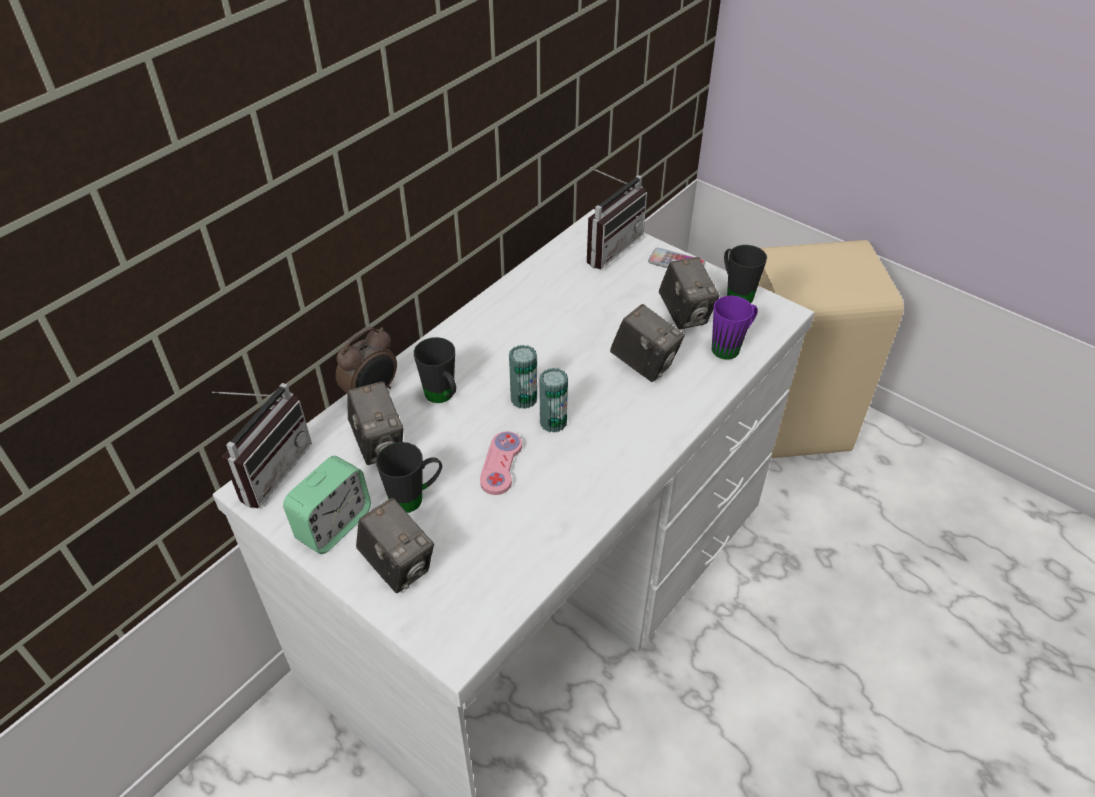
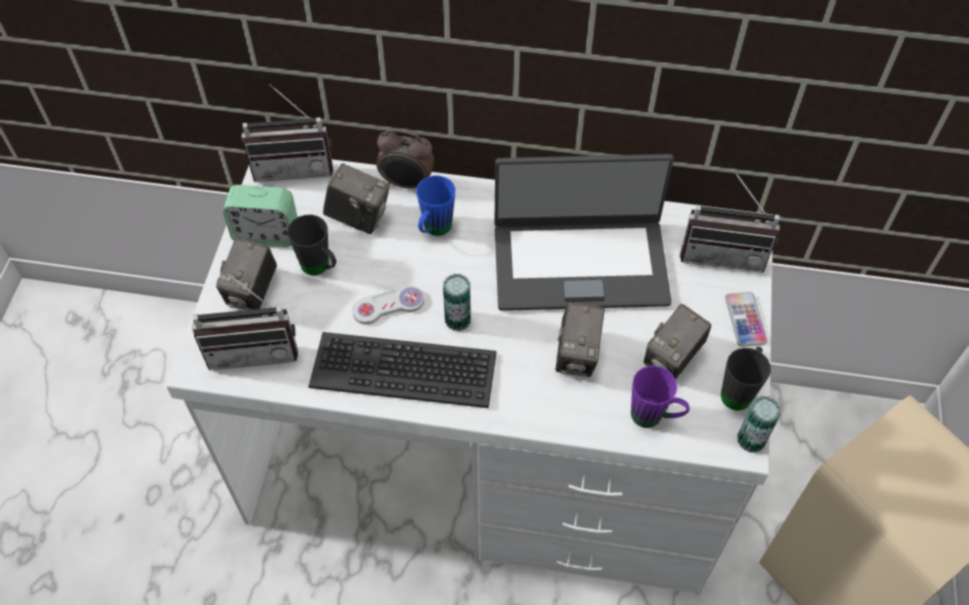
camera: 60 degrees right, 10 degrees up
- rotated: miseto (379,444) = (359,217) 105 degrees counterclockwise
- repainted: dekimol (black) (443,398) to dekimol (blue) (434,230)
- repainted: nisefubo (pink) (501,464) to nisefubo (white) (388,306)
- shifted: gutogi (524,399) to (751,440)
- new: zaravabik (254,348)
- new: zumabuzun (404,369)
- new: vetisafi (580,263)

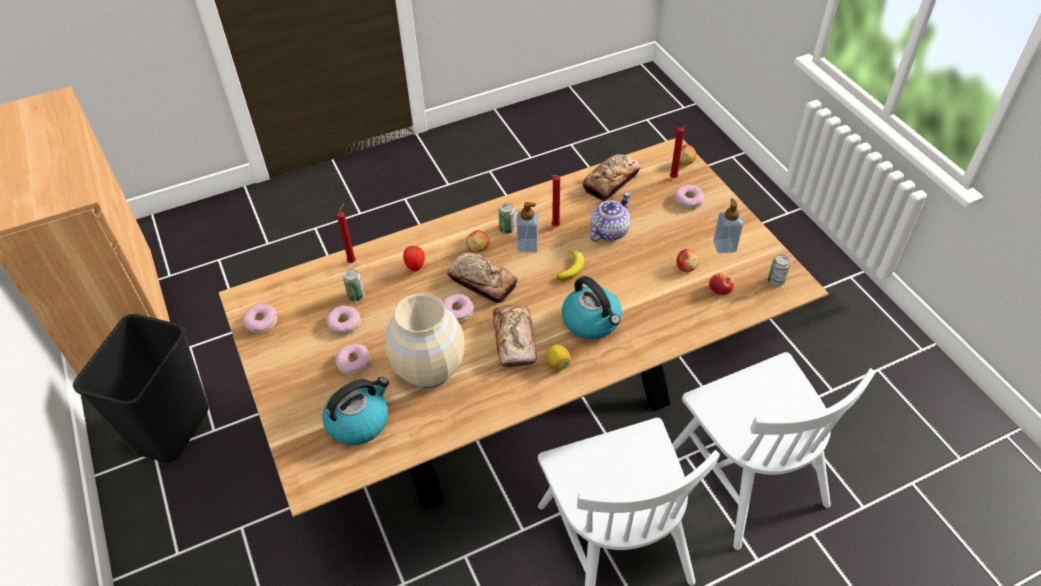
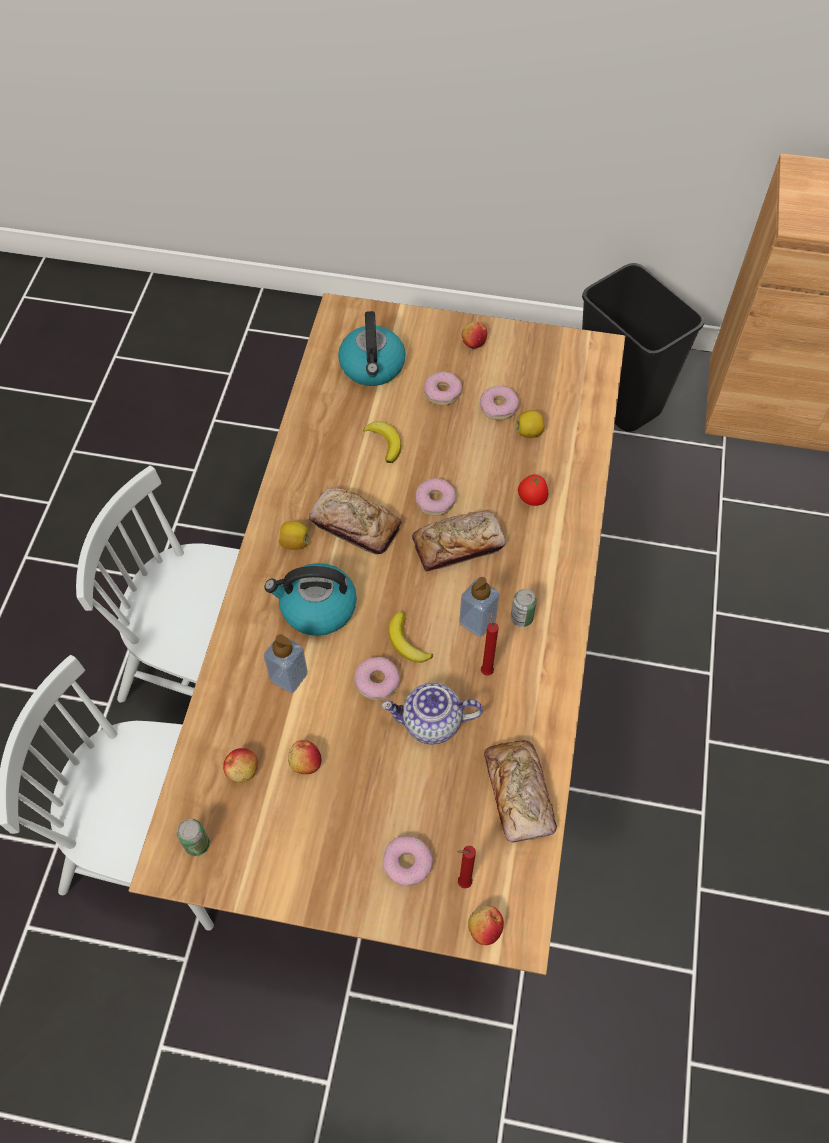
camera: 125 degrees right, 10 degrees up
- shifted: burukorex (262,322) to (377,682)
- gone: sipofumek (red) (353,261)
- swapped: gutogi (356,296) to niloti (529,432)
- swapped: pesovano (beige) (429,368) to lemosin (385,442)
- shifted: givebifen (478,248) to (473,342)
- rotated: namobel (609,231) = (431,723) 105 degrees clockwise
- shifted: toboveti (724,246) to (289,676)

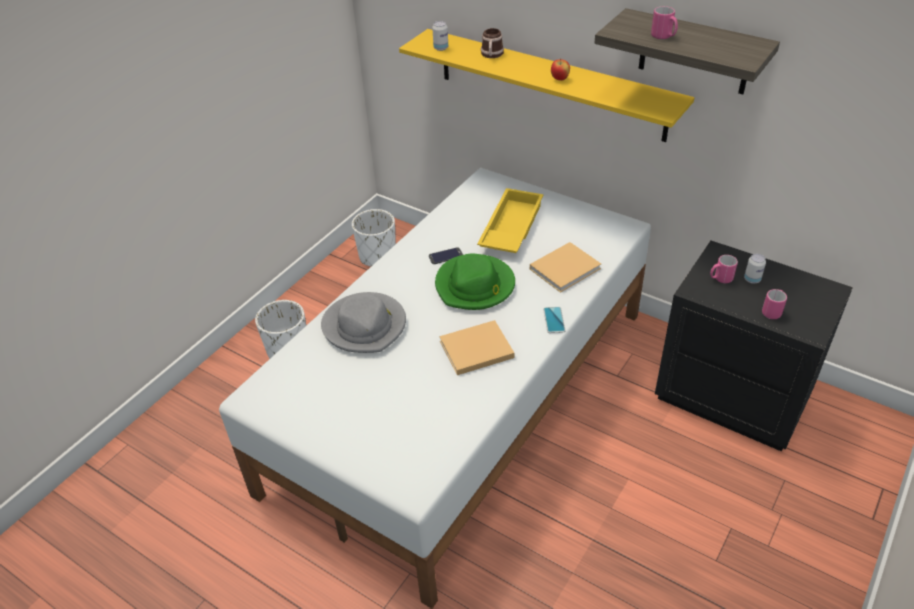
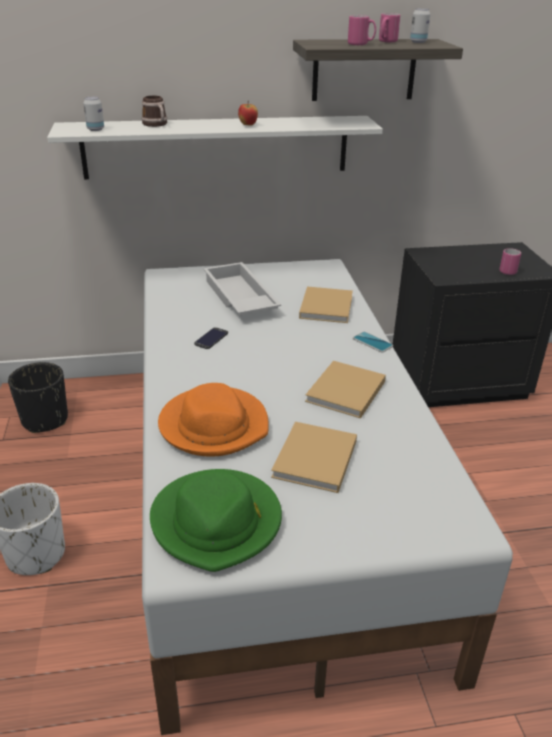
camera: 45 degrees left, 10 degrees down
- repainted: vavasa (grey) (365,326) to vavasa (orange) (214,425)
- repainted: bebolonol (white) (377,256) to bebolonol (black) (45,420)
- repainted: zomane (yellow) (549,84) to zomane (white) (216,147)
- shifted: vavasa (green) (475,286) to (217,522)
- repainted: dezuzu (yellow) (510,228) to dezuzu (white) (238,298)
- shifted: dekimol (pink) (720,279) to (386,42)
- shifted: gutogi (752,279) to (418,42)
- new: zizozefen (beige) (314,461)

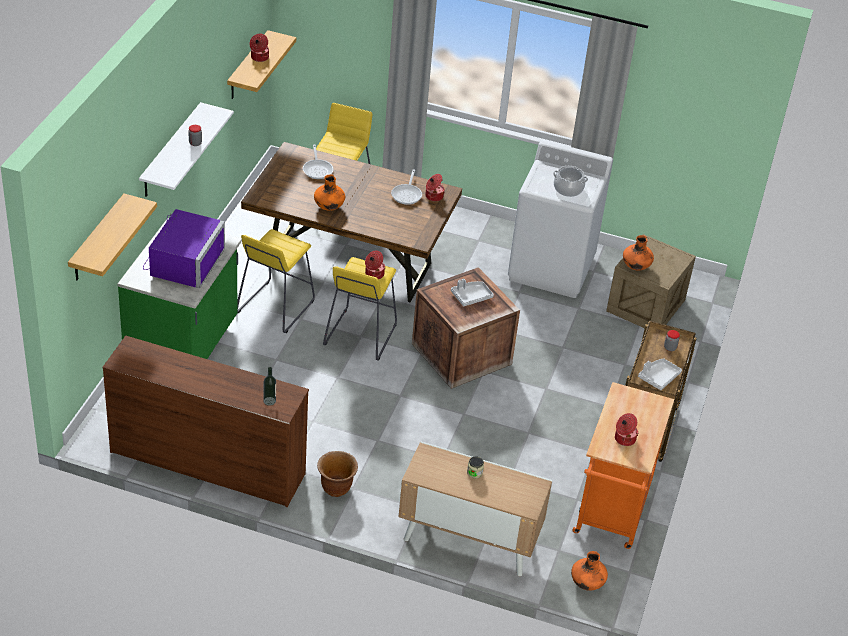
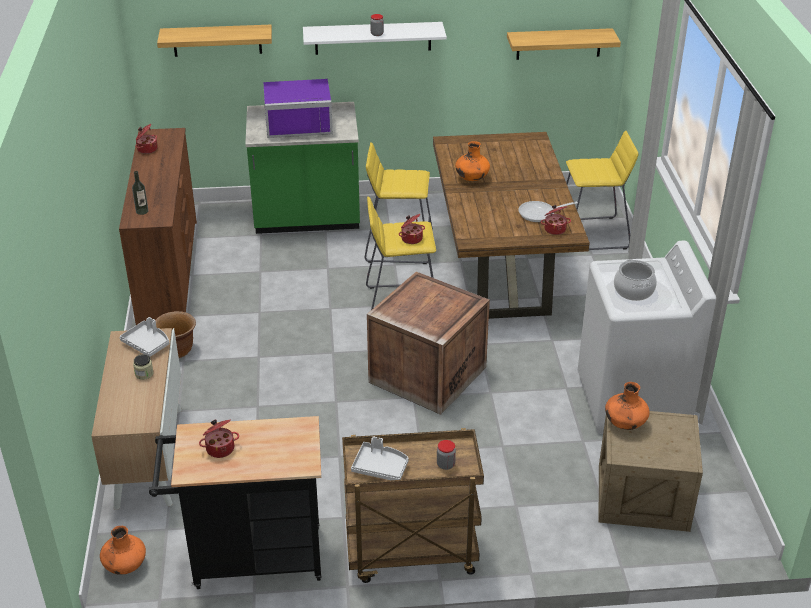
camera: 70 degrees right, 5 degrees down
- shifted: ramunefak (259,57) to (147,149)
- gone: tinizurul (318,169)
- shifted: dezuzu (grey) (471,296) to (147,344)
- repainted: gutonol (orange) (611,513) to gutonol (black) (249,559)

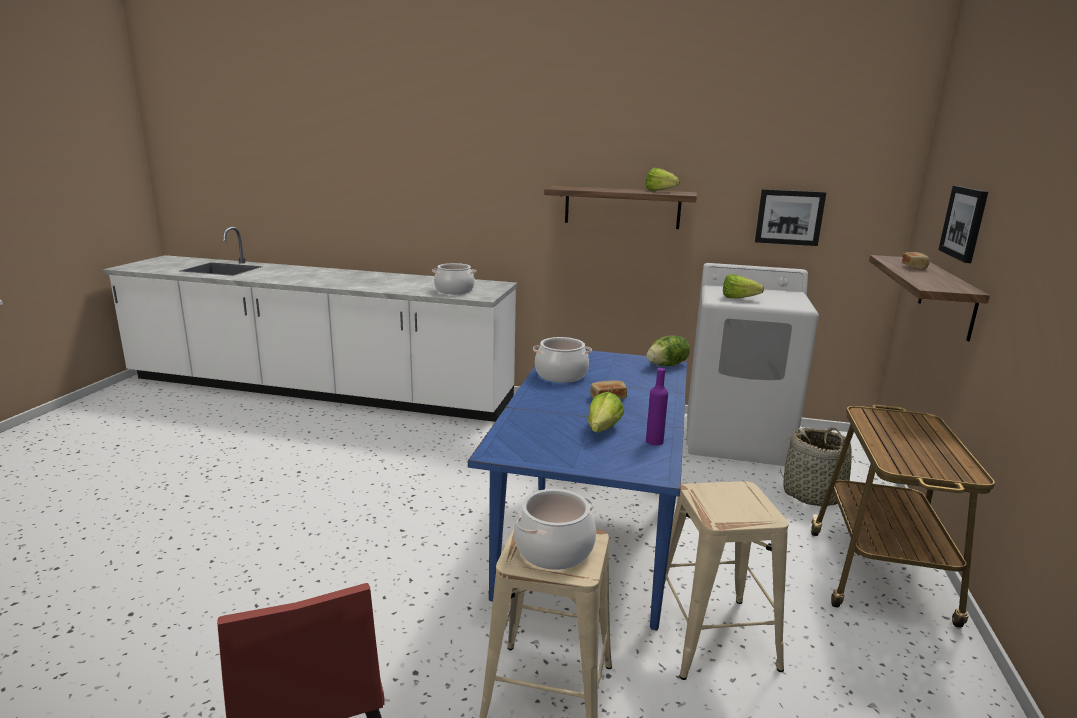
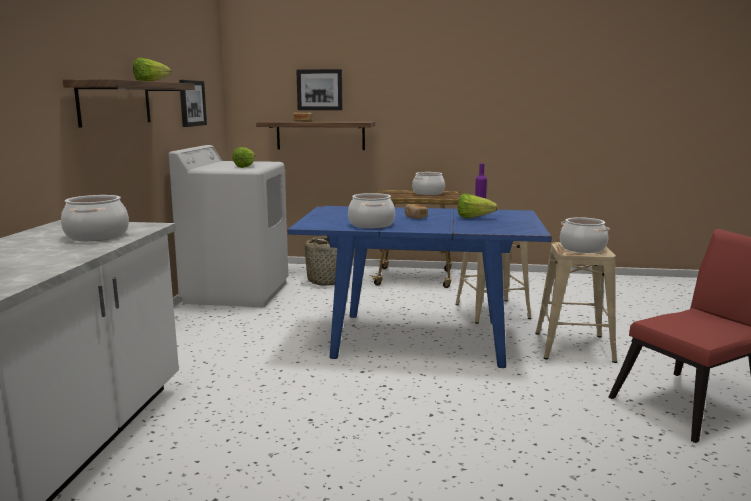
camera: 95 degrees left, 5 degrees down
- gone: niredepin (667,365)
- new: ramunefak (428,193)

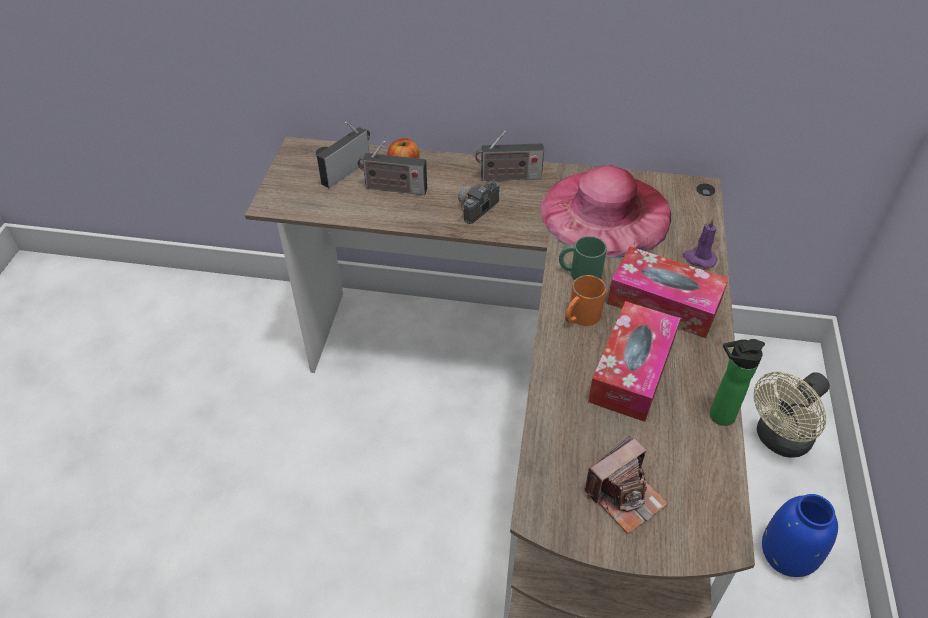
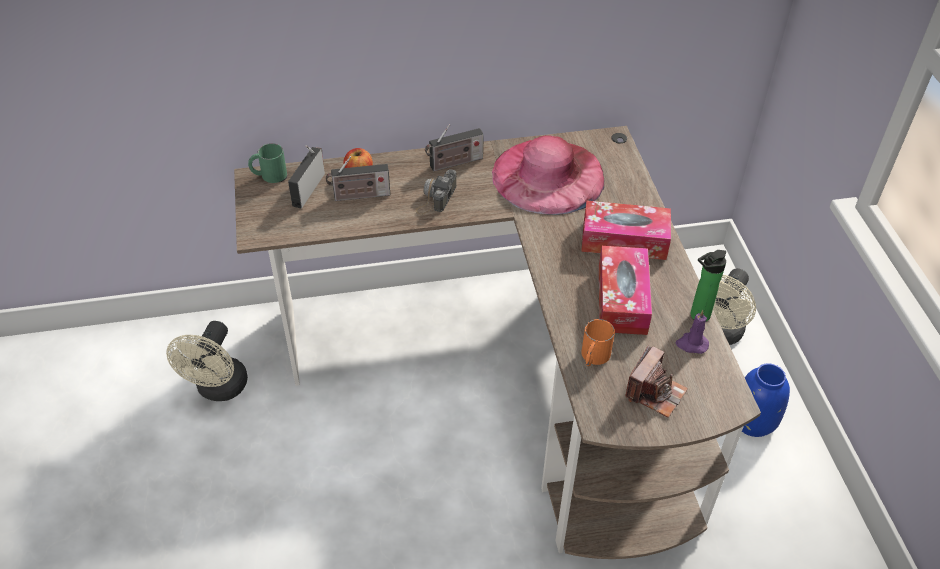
camera: 20 degrees left, 0 degrees up
- shifted: dekimol (green) (579,273) to (268,175)
- shifted: dekimol (orange) (580,317) to (593,357)
- shifted: sipofumek (purple) (699,259) to (691,344)
- new: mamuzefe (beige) (219,389)

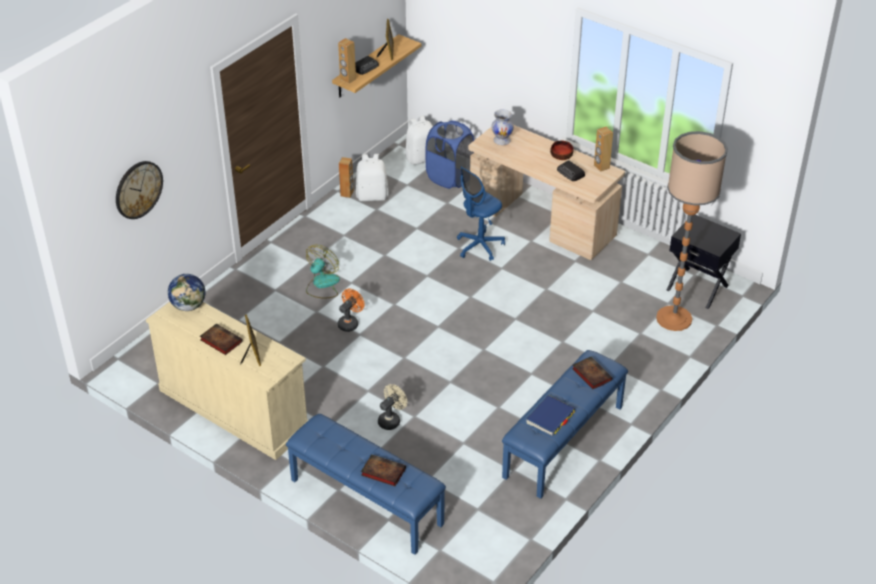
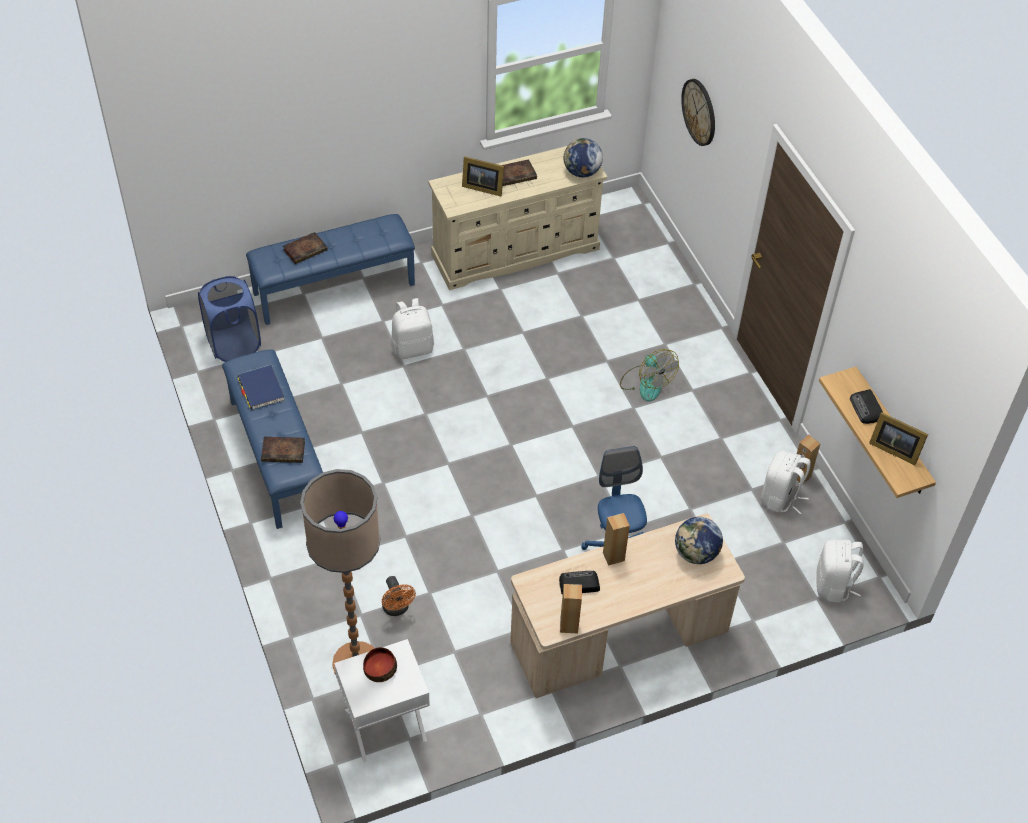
camera: 120 degrees right, 10 degrees up
- shifted: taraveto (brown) (348,79) to (613,556)
- shifted: mamuzefe (orange) (350,323) to (397,609)
- swapped: mamuzefe (beige) (391,420) to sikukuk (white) (412,348)
- shifted: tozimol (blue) (450,177) to (234,344)
- swapped: pesovano (white) (502,140) to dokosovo (696,553)
- shifted: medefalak (561,155) to (380,668)
- repainted: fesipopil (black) (698,287) to fesipopil (white) (385,726)

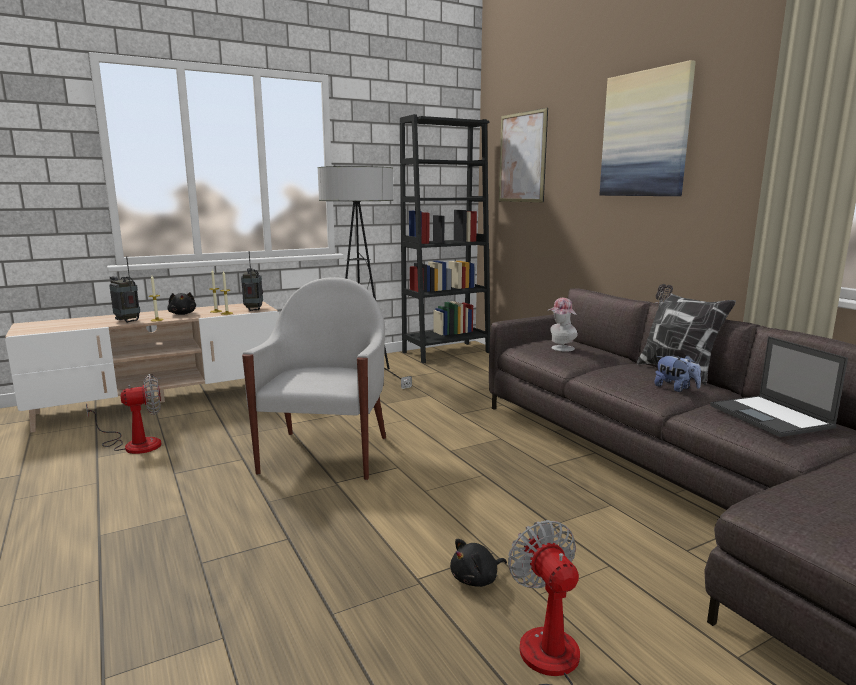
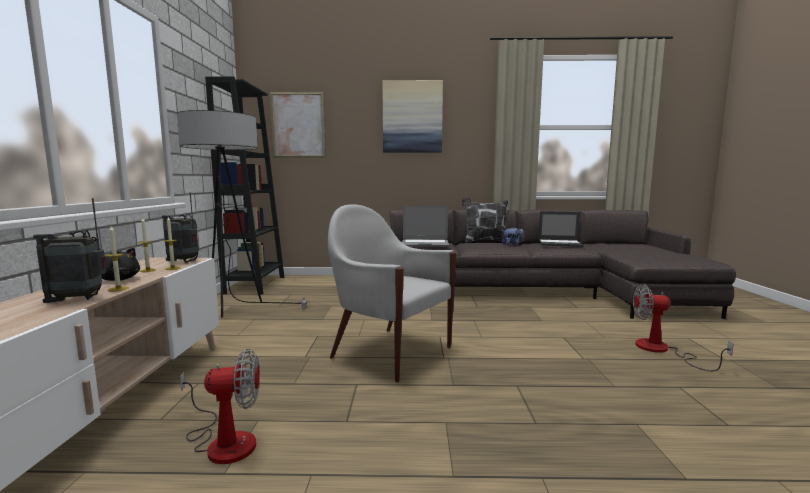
camera: 60 degrees left, 5 degrees down
- rotated: mamuzefe (134,444) = (224,441) 75 degrees clockwise
- gone: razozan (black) (476,579)
- swapped: vavasa (560,349) to vetisafi (425,244)

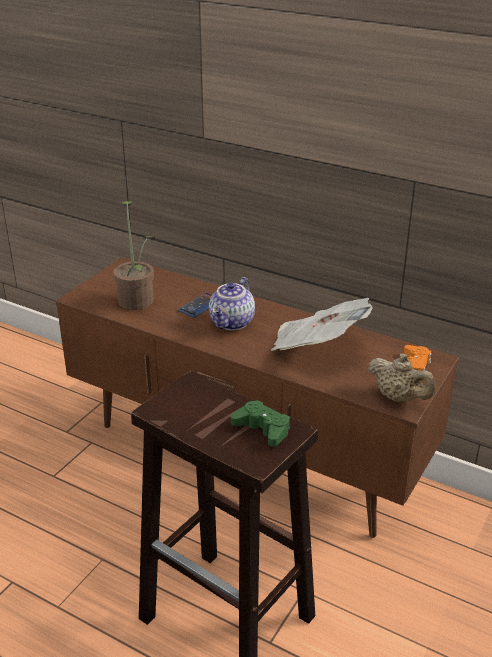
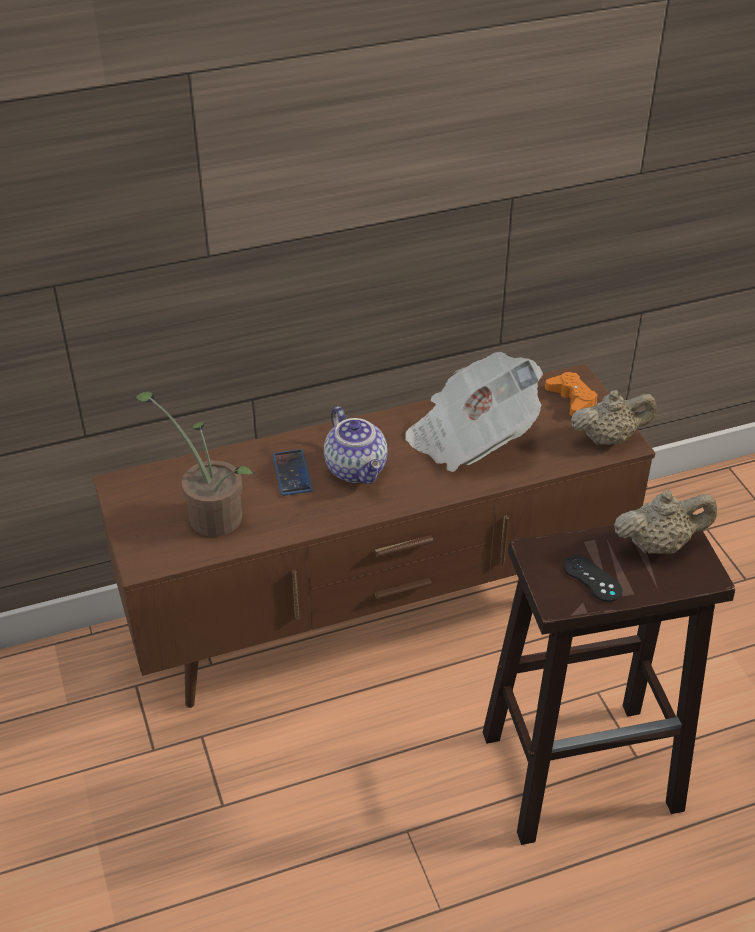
camera: 50 degrees left, 10 degrees up
- swapped: nisefubo (green) (262,428) to namobel (beige) (659,545)
- new: nisefubo (black) (592,579)

